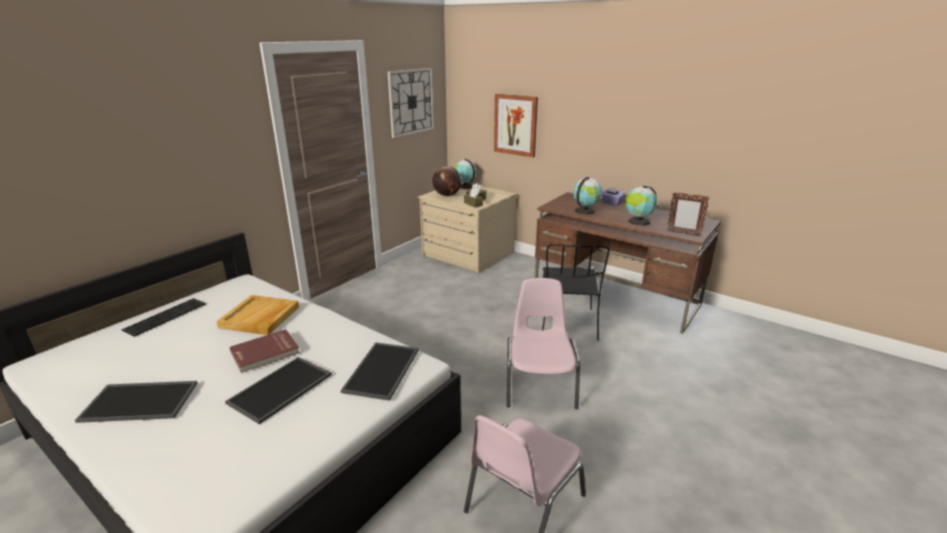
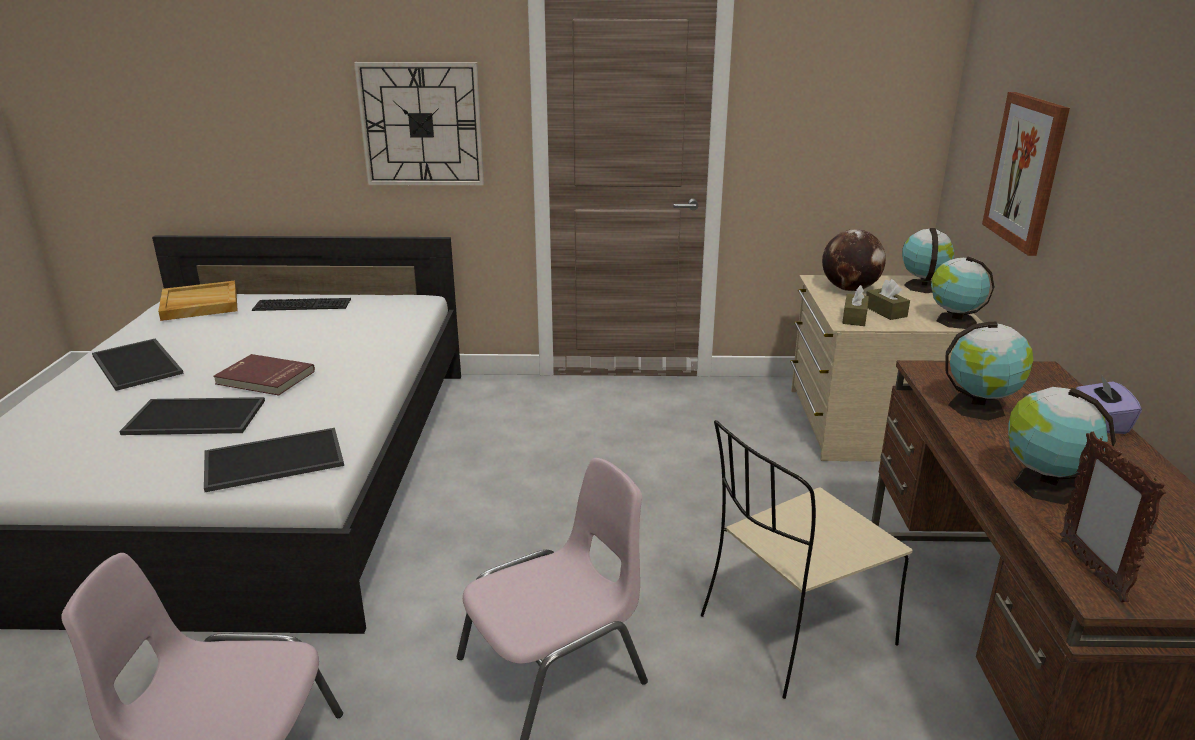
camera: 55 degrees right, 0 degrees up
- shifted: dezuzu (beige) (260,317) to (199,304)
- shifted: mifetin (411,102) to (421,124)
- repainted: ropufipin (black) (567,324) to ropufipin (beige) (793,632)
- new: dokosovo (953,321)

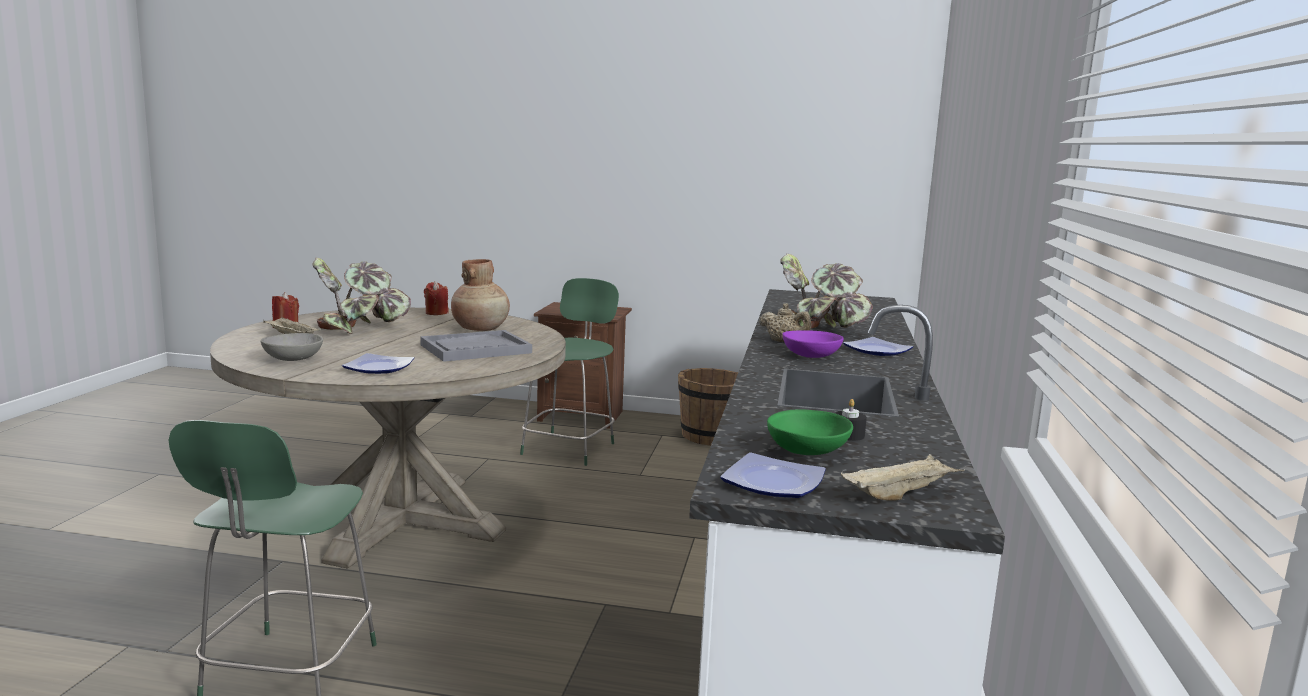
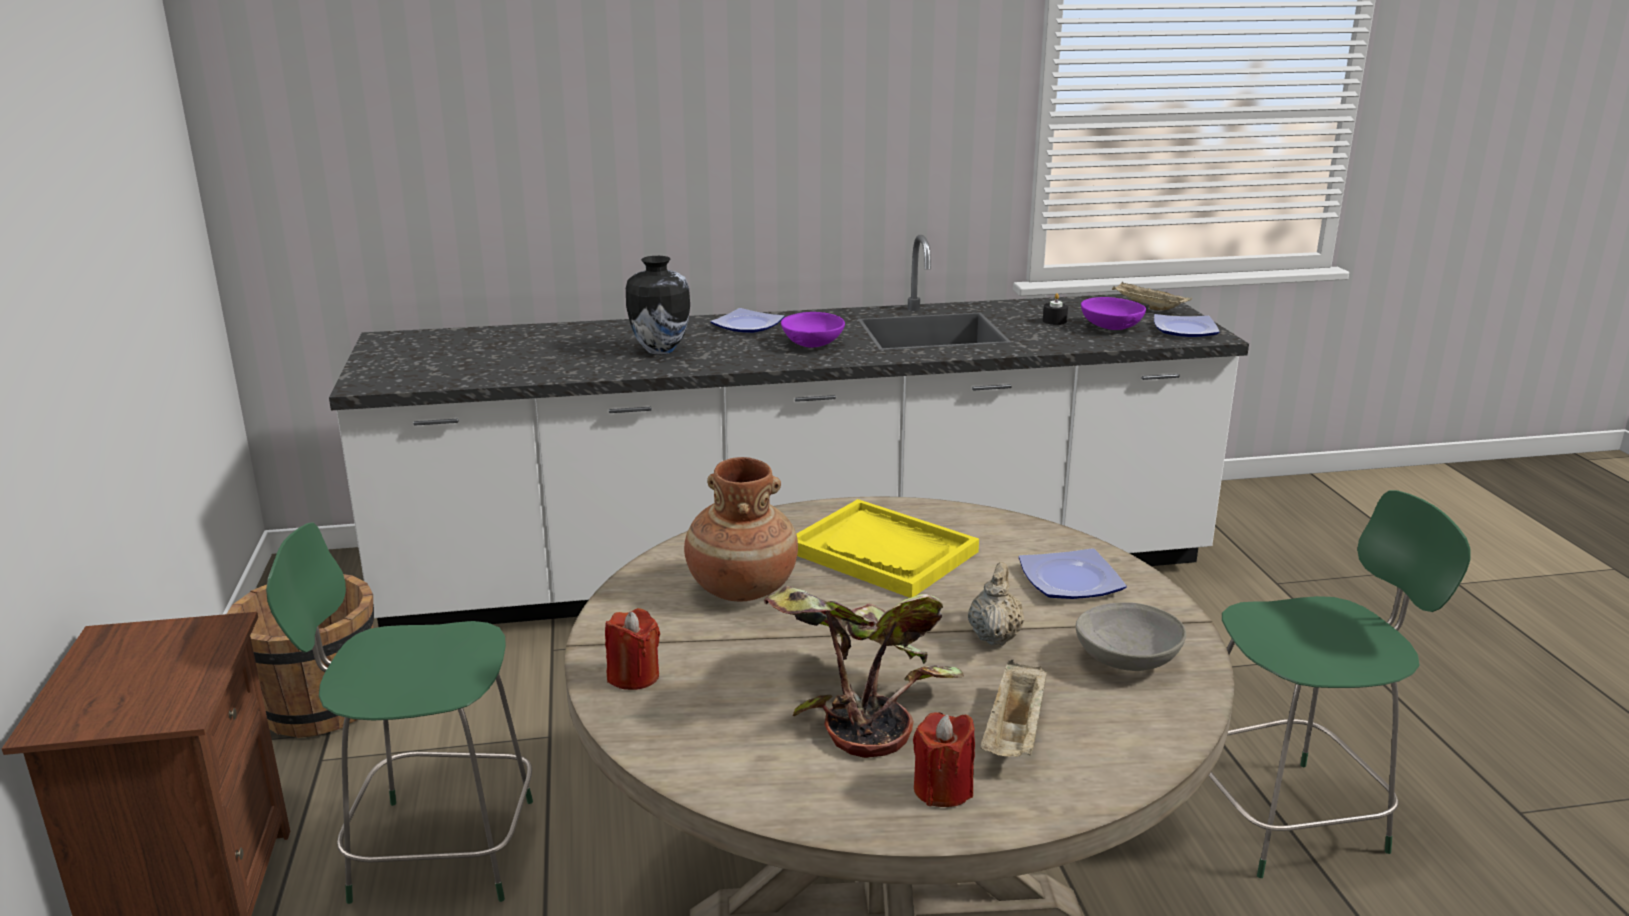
camera: 110 degrees left, 10 degrees up
- repainted: dezuzu (grey) (475,349) to dezuzu (yellow) (883,552)
- shifted: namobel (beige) (783,341) to (994,636)
- repainted: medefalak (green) (808,452) to medefalak (purple) (1111,327)
- swapped: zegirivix (819,330) to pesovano (660,350)

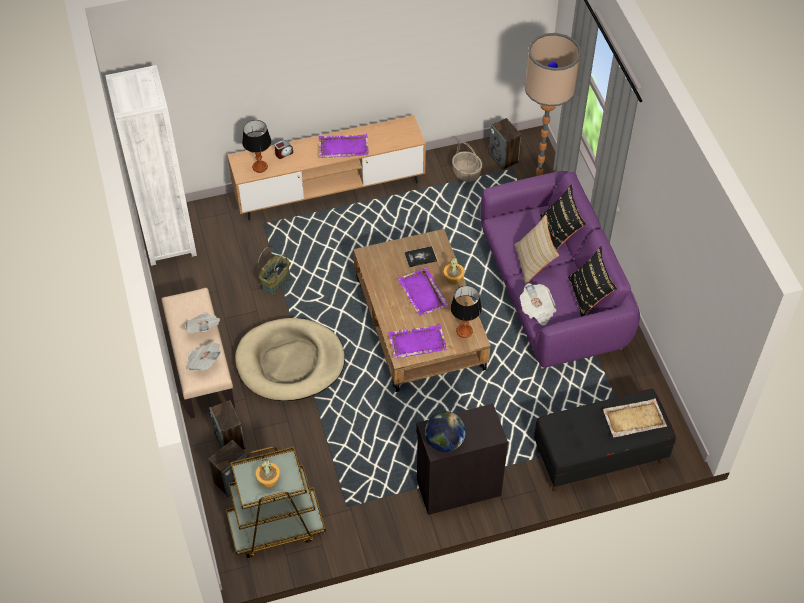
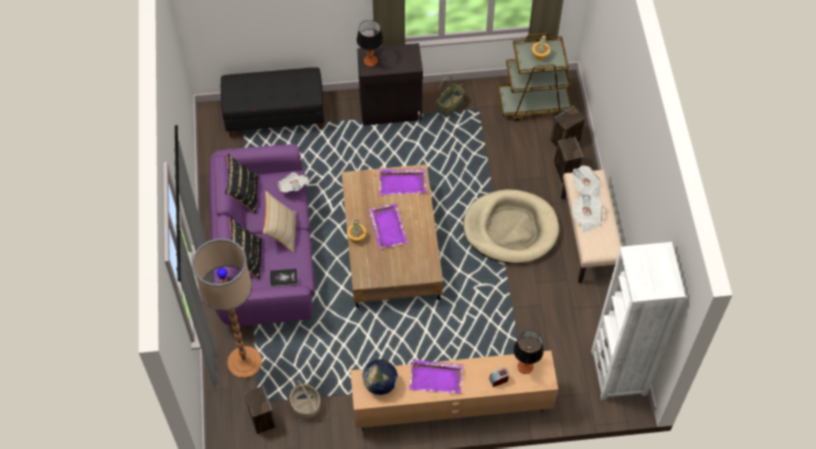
camera: 170 degrees left, 5 degrees up
- shifted: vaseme (275,280) to (450,106)
- shifted: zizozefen (420,257) to (283,278)
- shifted: dokosovo (444,442) to (380,384)
- shifted: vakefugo (464,331) to (371,61)
- gone: dezuzu (beige) (633,419)

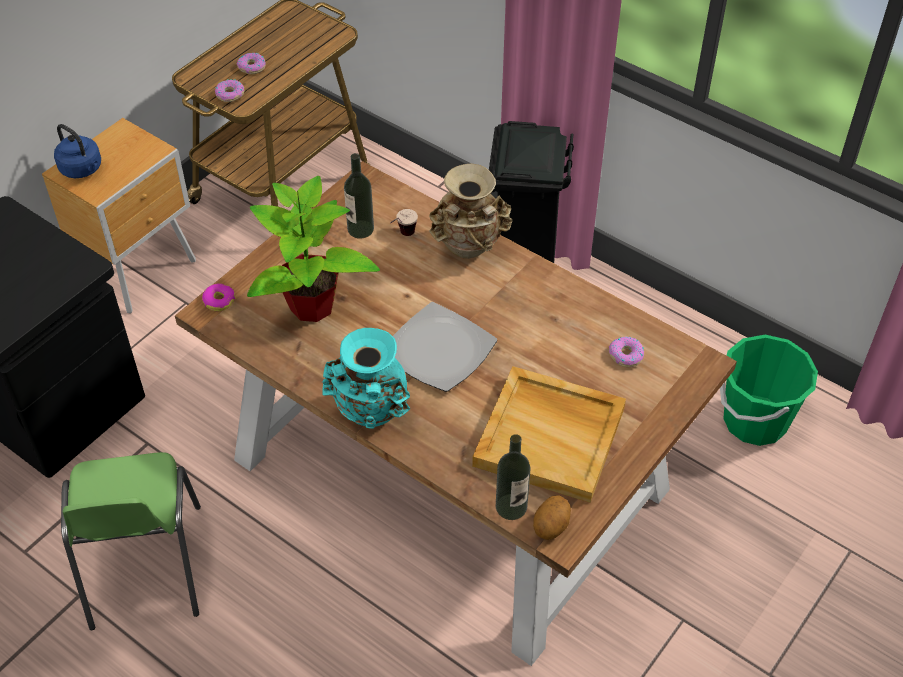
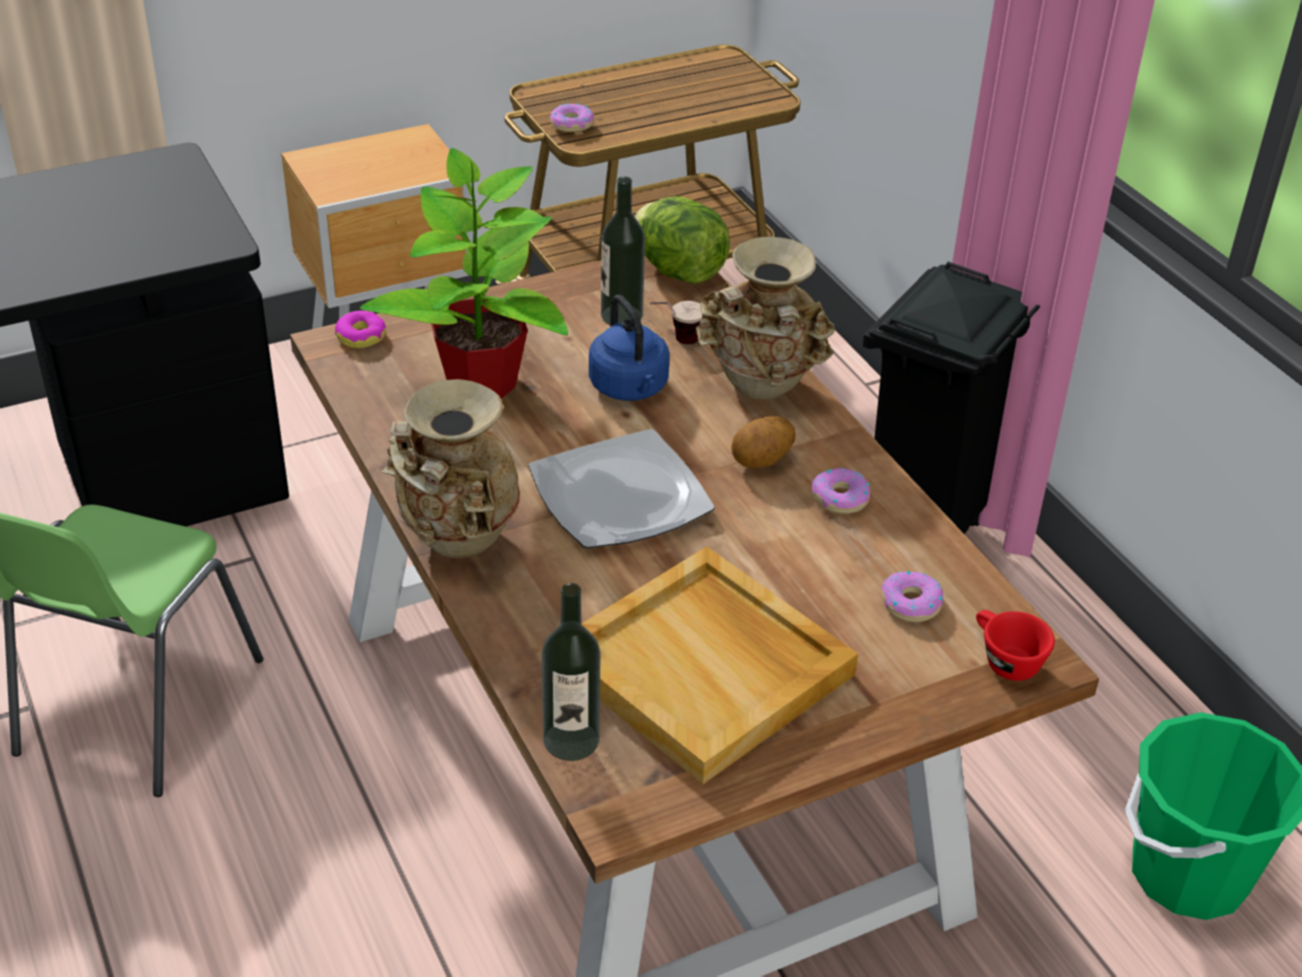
camera: 25 degrees right, 10 degrees down
- shifted: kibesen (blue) (82,169) to (630,389)
- shifted: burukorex (252,67) to (840,498)
- repainted: pesovano (turquoise) (371,415) to pesovano (beige) (456,542)
- shifted: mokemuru (551,527) to (762,461)
- new: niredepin (678,271)
- new: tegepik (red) (1004,660)

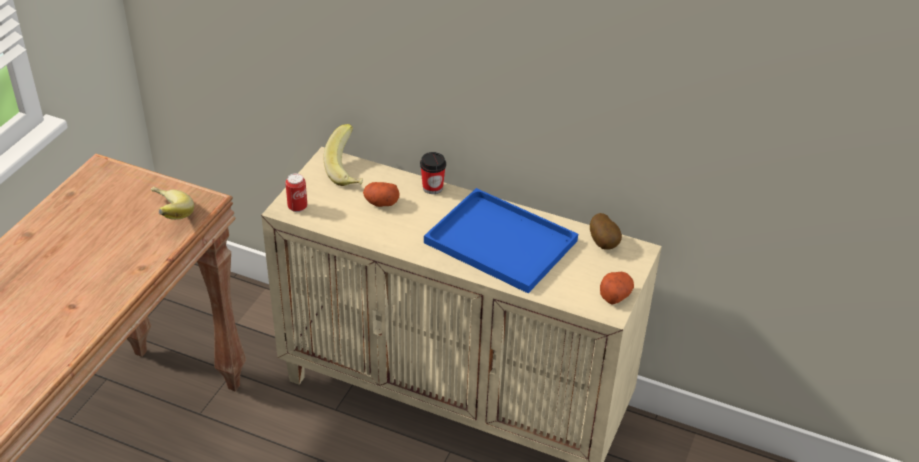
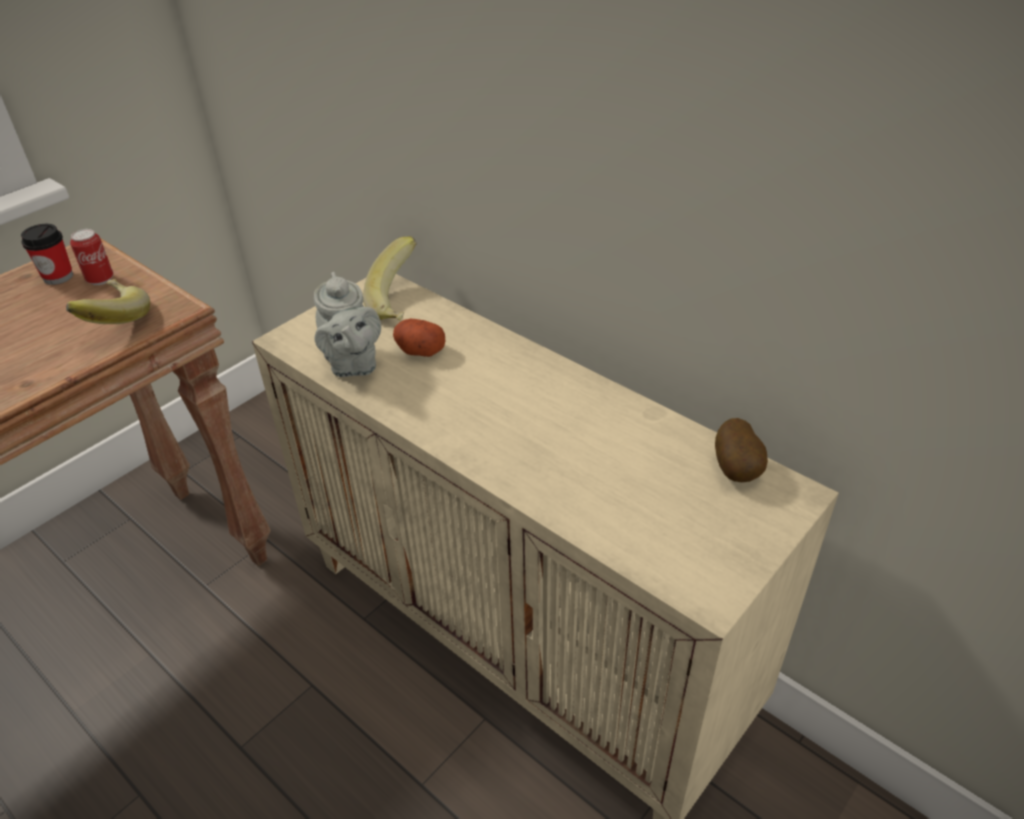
camera: 20 degrees right, 0 degrees up
- shifted: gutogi (297,207) to (100,279)
- shifted: tegepik (432,188) to (58,277)
- gone: dezuzu (blue) (503,242)
- gone: mokemuru (615,295)
- new: namobel (grey) (352,364)

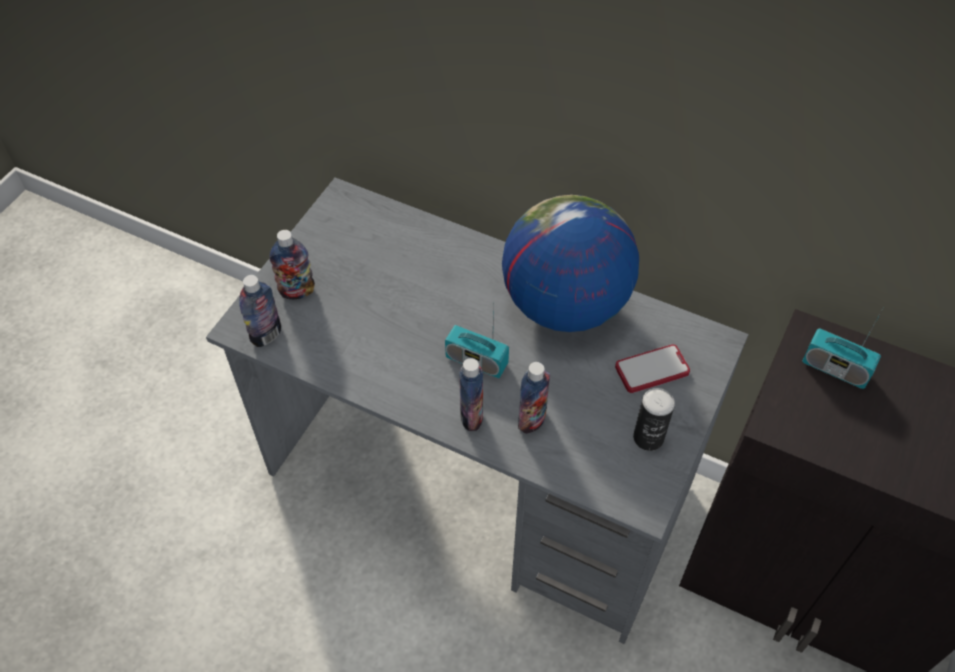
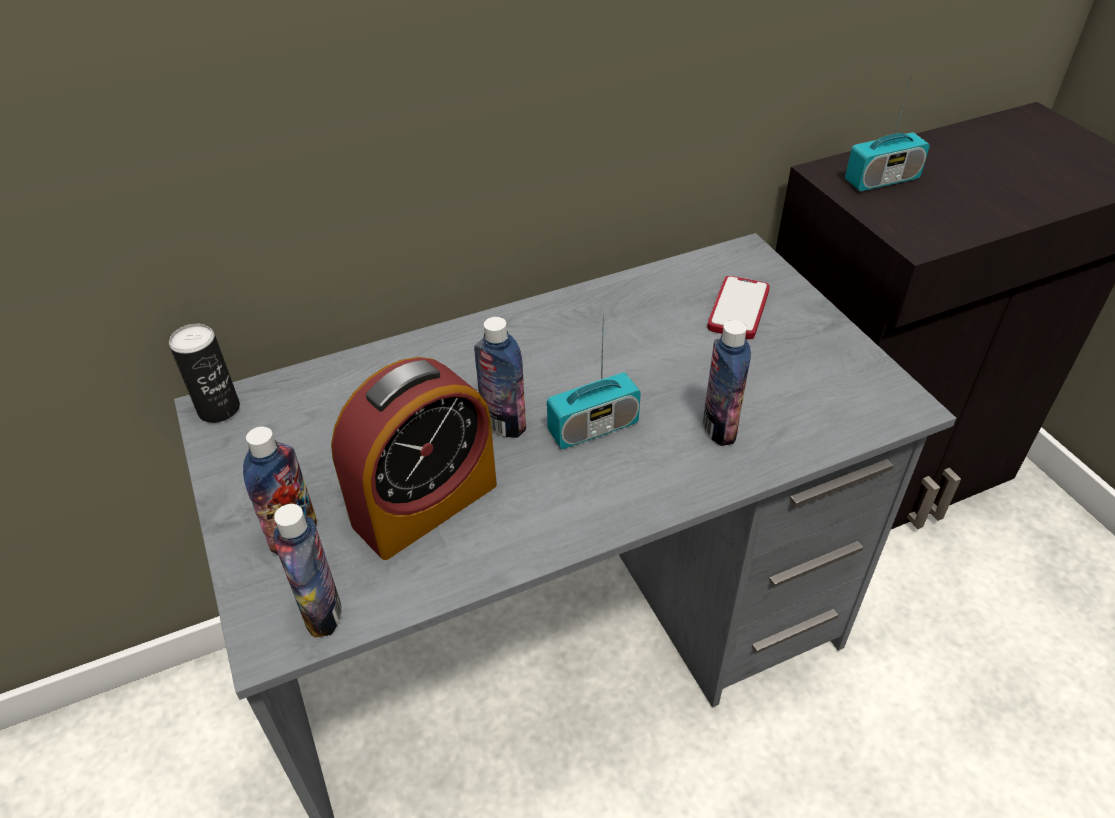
camera: 50 degrees left, 10 degrees down
- shifted: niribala (471,416) to (503,424)
- gone: dokosovo (564,305)
- shifted: gutogi (648,438) to (219,409)
- new: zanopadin (425,504)

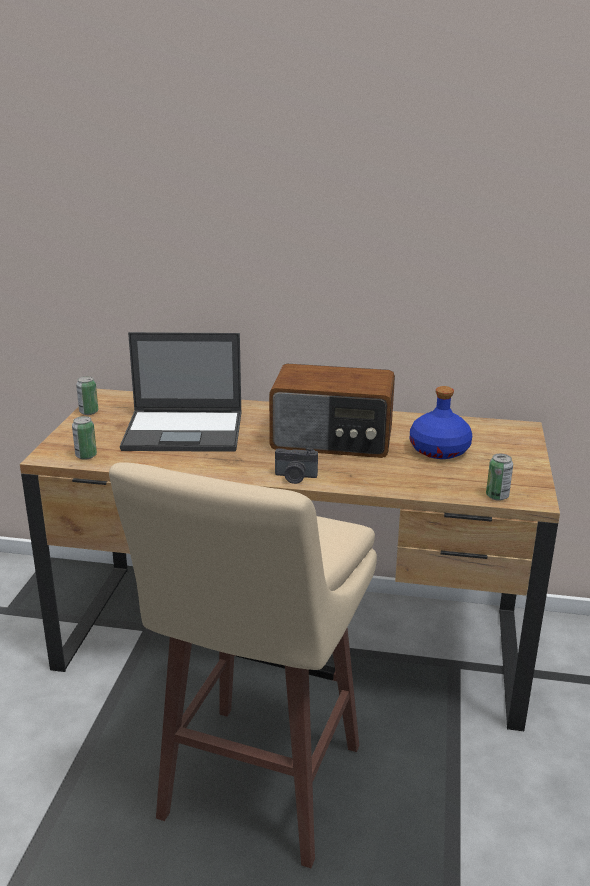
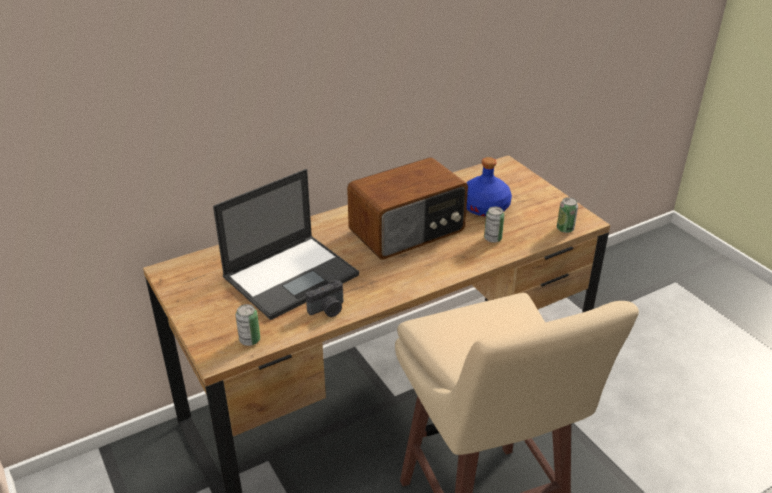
camera: 40 degrees left, 10 degrees up
- shifted: gutogi (89,412) to (492,238)
- shifted: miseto (295,477) to (328,310)

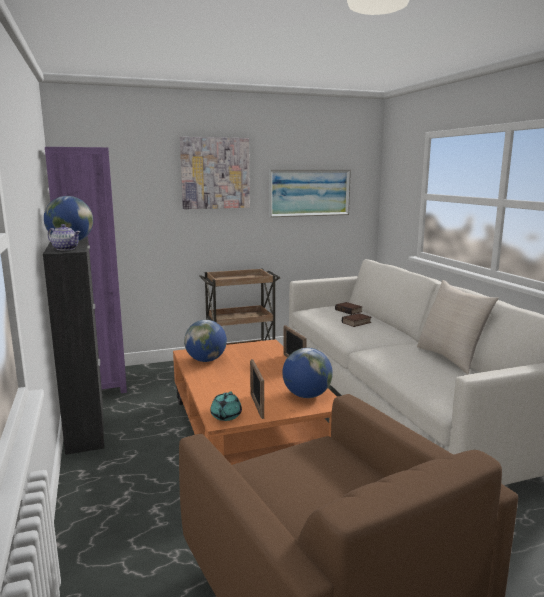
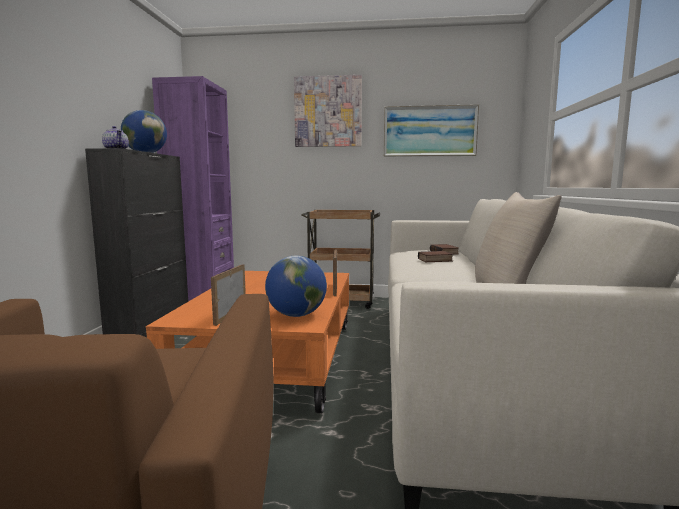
camera: 25 degrees right, 5 degrees down
- gone: dokosovo (206,360)
- gone: namobel (turquoise) (225,416)

